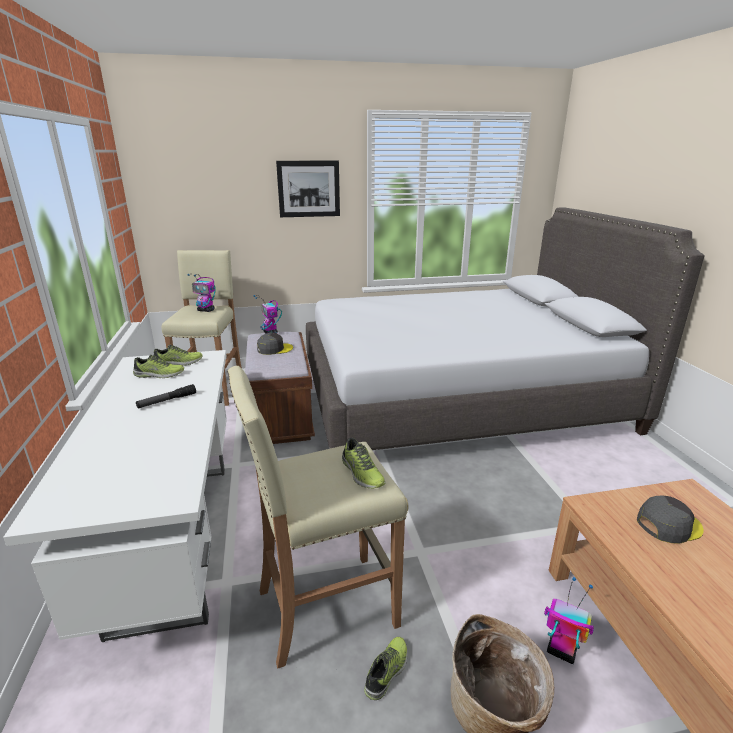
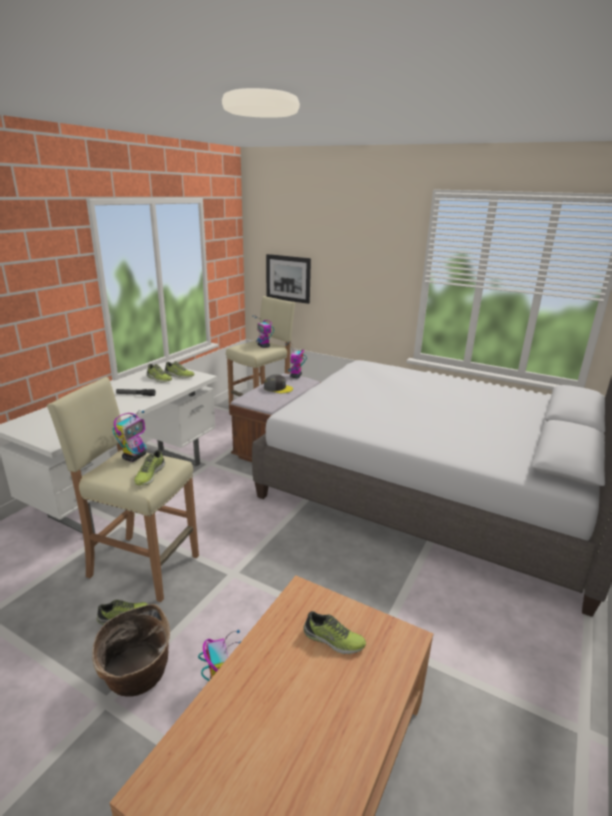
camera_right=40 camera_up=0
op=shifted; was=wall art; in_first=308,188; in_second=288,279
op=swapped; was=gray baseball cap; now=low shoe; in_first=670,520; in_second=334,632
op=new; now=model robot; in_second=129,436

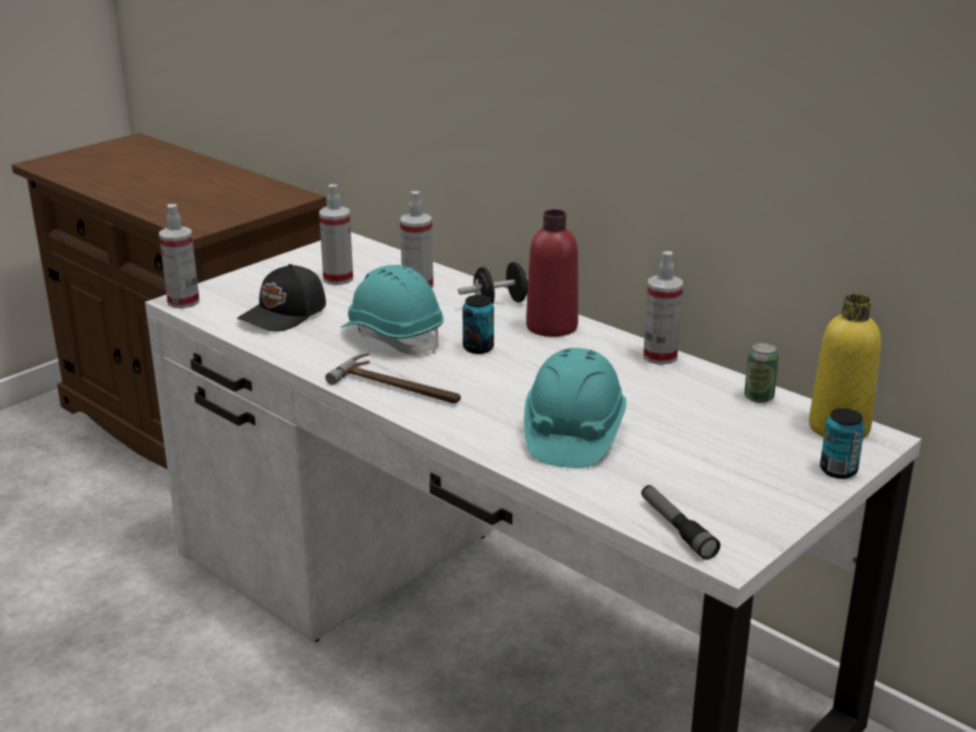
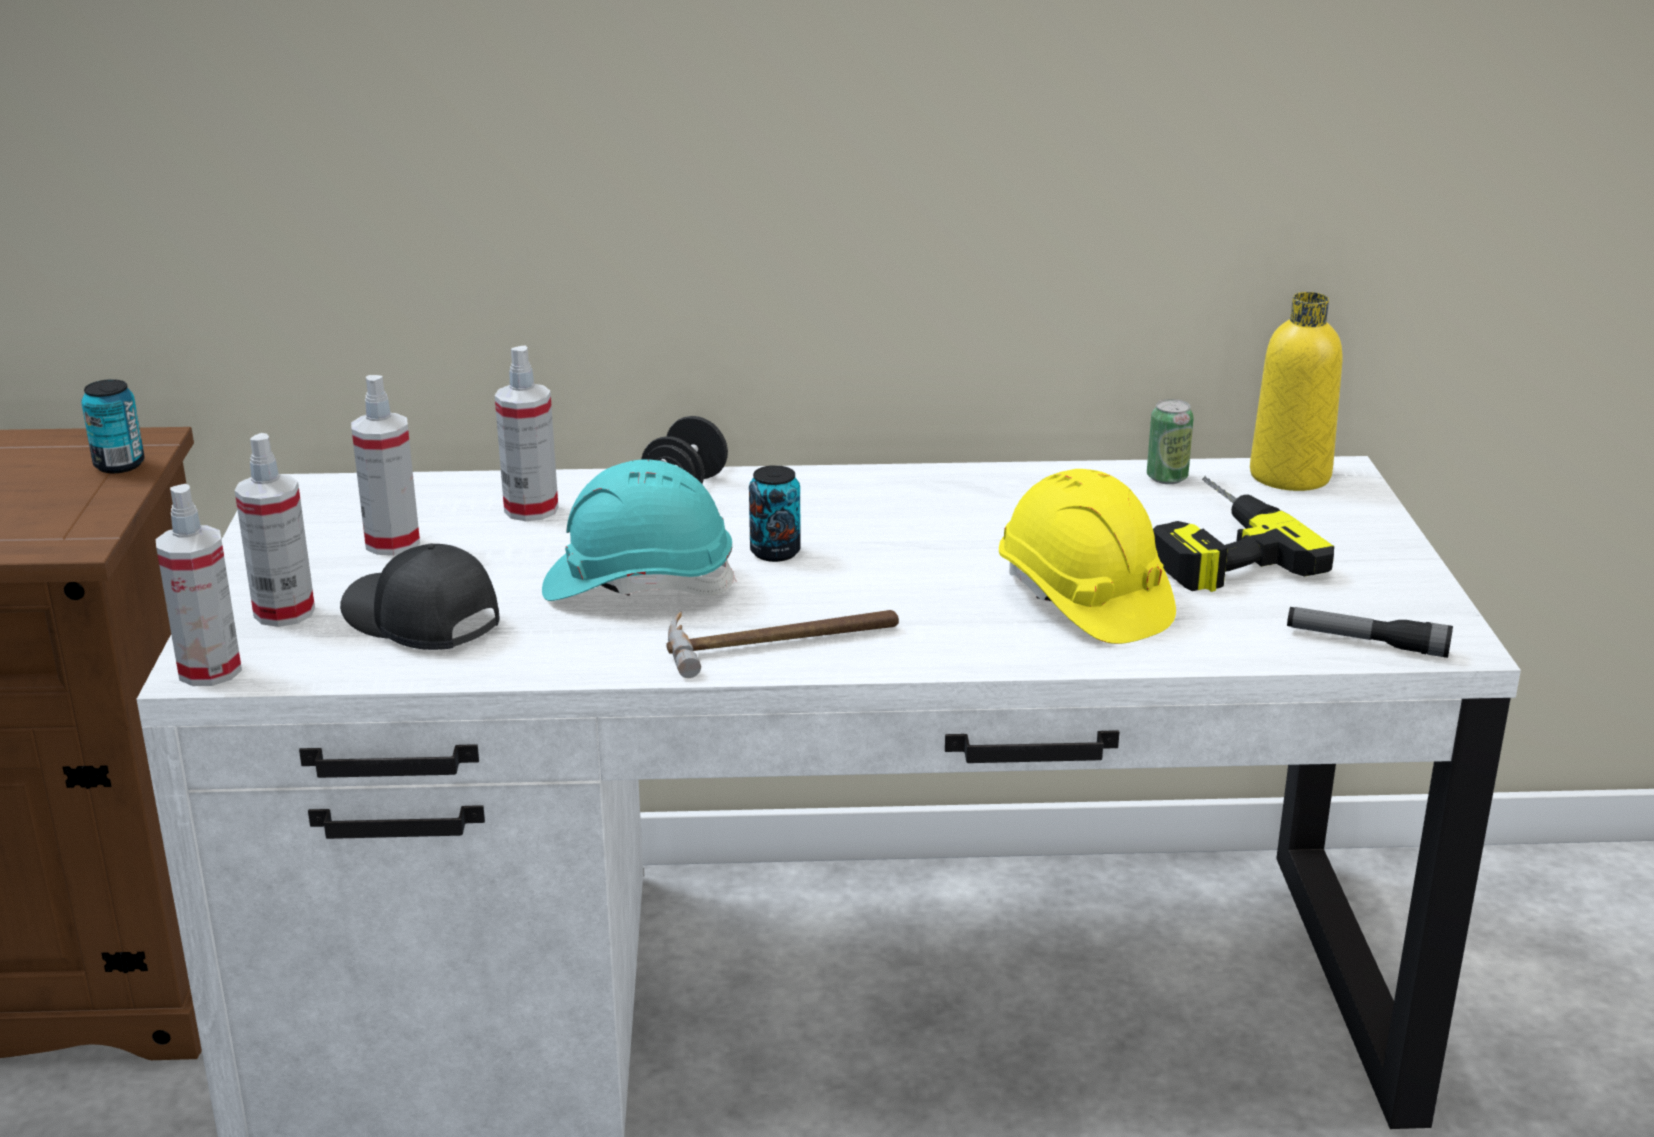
camera_right=-45 camera_up=0
op=gone; was=reddish beverage bottle; in_first=552,273
op=shifted; was=sprayer; in_first=663,308; in_second=275,530
op=rotated; was=blackish baseball cap; in_first=281,298; in_second=419,597; clockwise=135
op=repainted; was=blue-green hard hat; now=yellowish hard hat; in_first=575,408; in_second=1087,556
op=shifted; was=can; in_first=842,443; in_second=112,426
op=new; now=power drill; in_second=1243,534

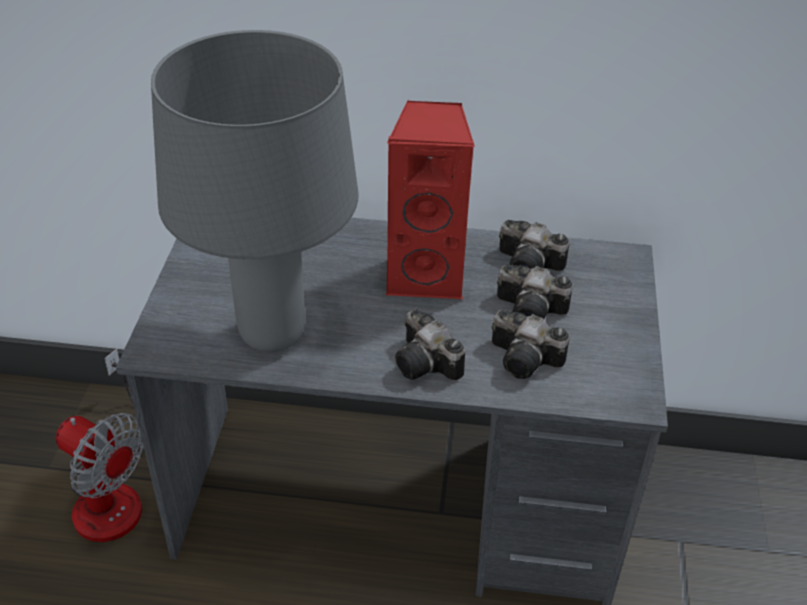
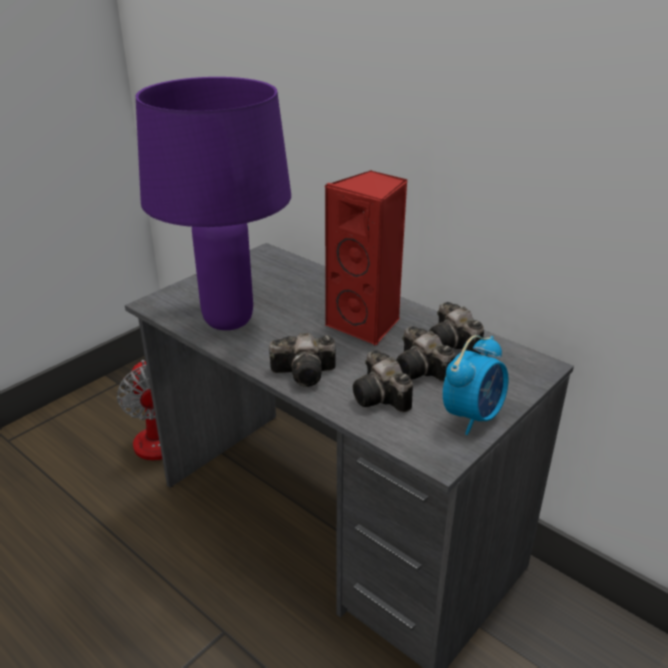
camera_right=35 camera_up=-10
op=repainted; was=gray table lamp; now=purple-coloured table lamp; in_first=255,191; in_second=213,203
op=rotated; was=still camera; in_first=430,345; in_second=302,360; clockwise=-90
op=new; now=alarm clock; in_second=475,385

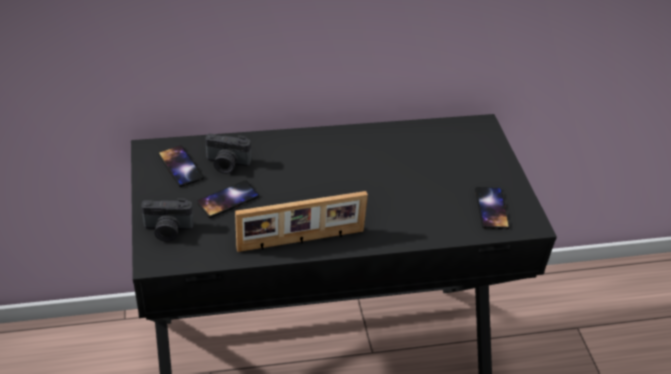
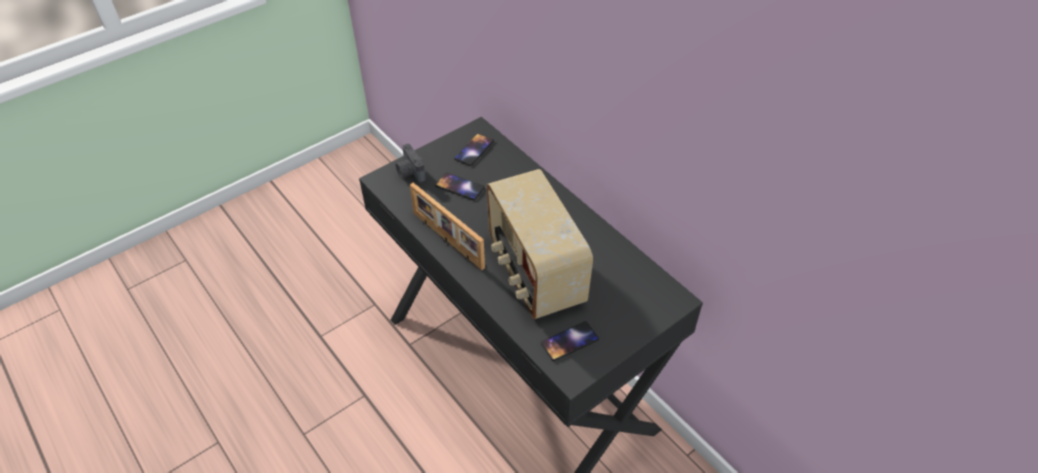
camera_right=65 camera_up=5
op=gone; was=still camera; in_first=228,153
op=new; now=radio; in_second=539,244

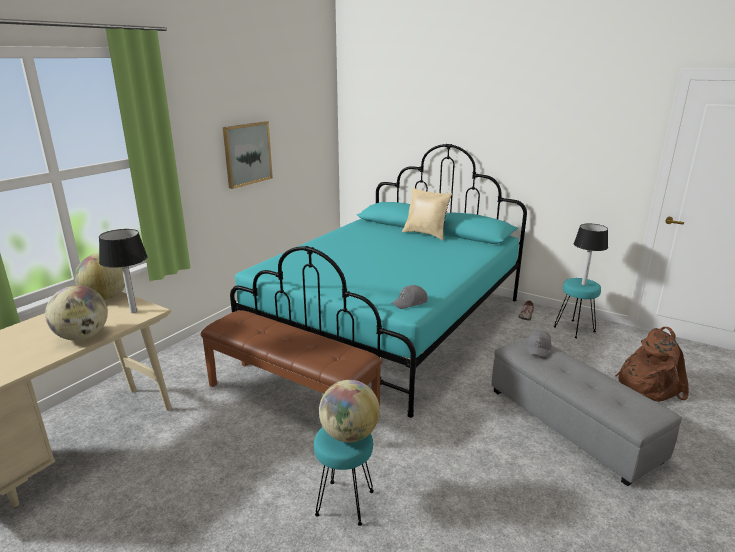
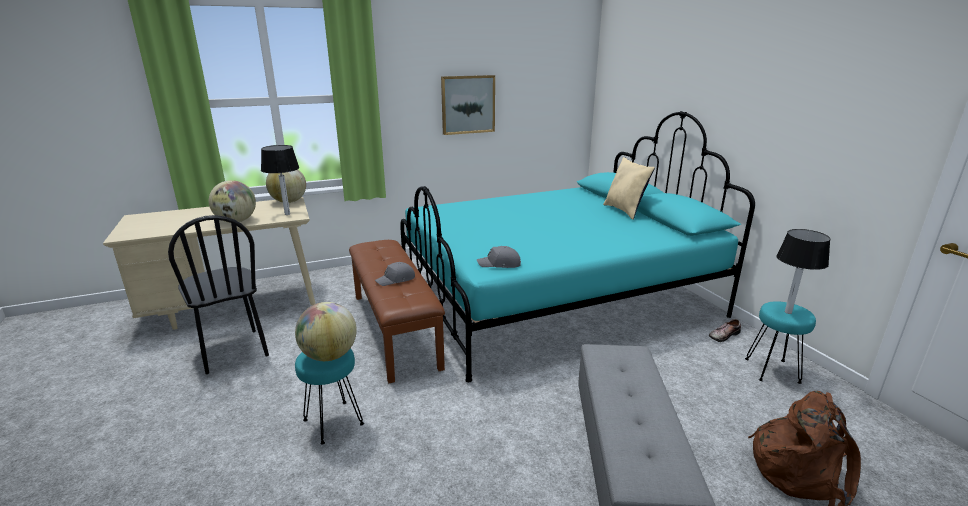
camera_right=35 camera_up=0
op=shifted; was=gray baseball cap; in_first=538,343; in_second=395,274
op=new; now=blackish upright chair; in_second=218,294

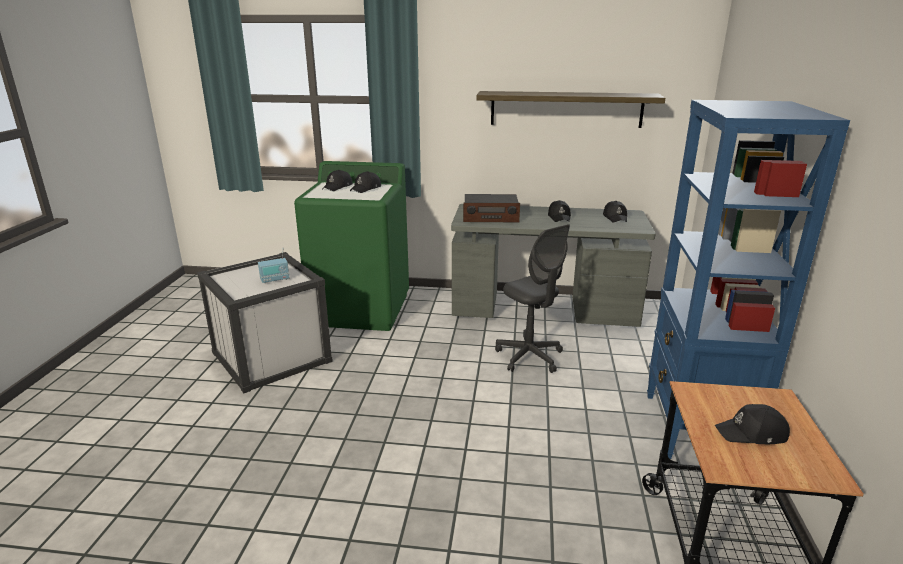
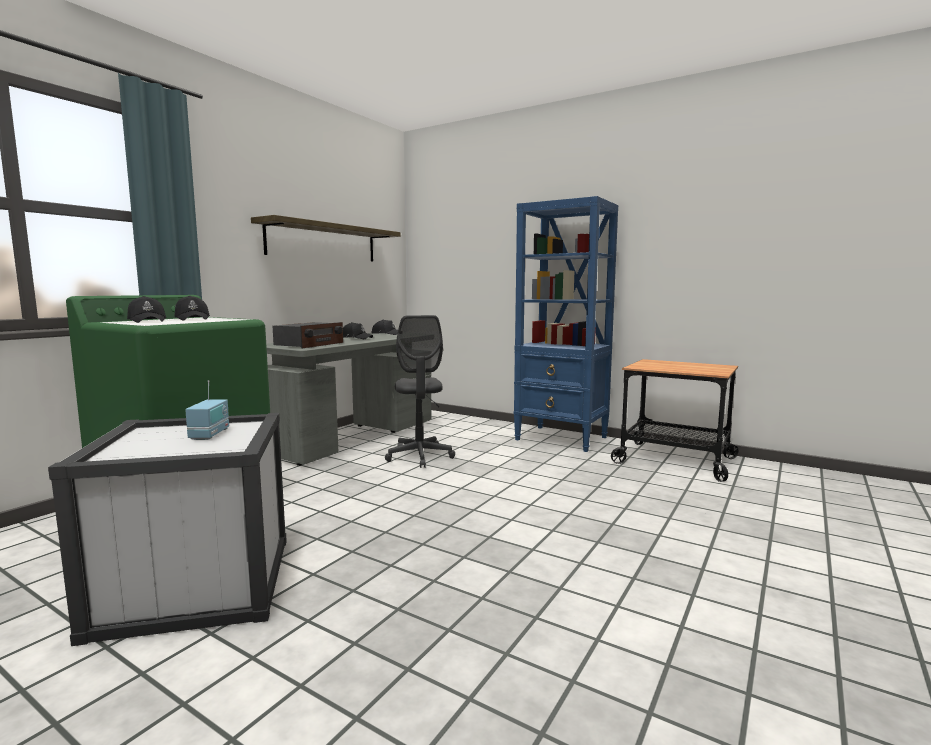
camera_right=-65 camera_up=-15
op=rotated; was=gray office chair; in_first=532,298; in_second=420,391; clockwise=90
op=gone; was=blackish baseball cap; in_first=752,424

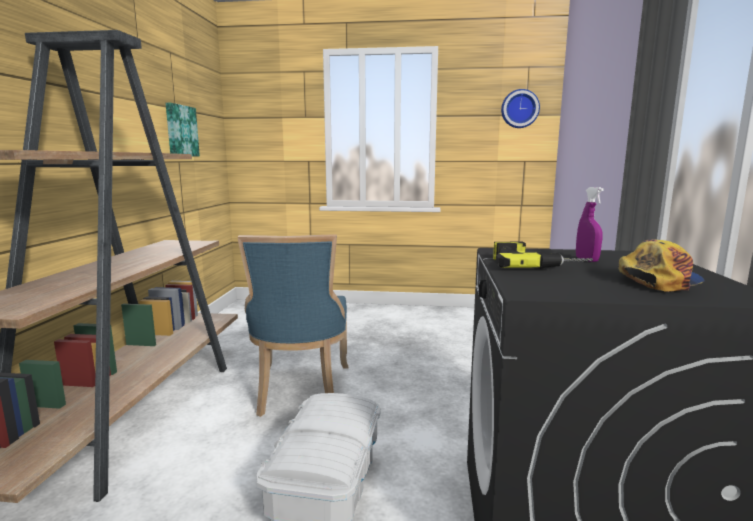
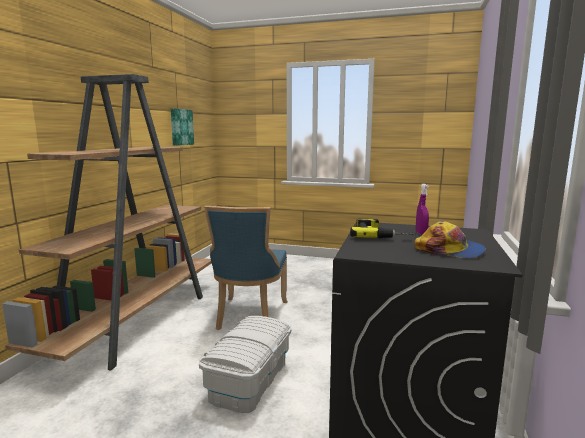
camera_right=10 camera_up=0
op=gone; was=clock on the wall; in_first=520,108
op=rotated; was=baseball cap; in_first=661,265; in_second=450,240; clockwise=60

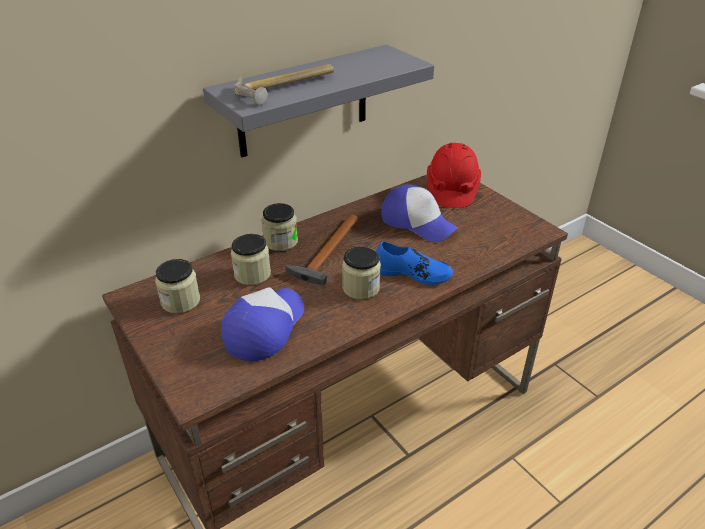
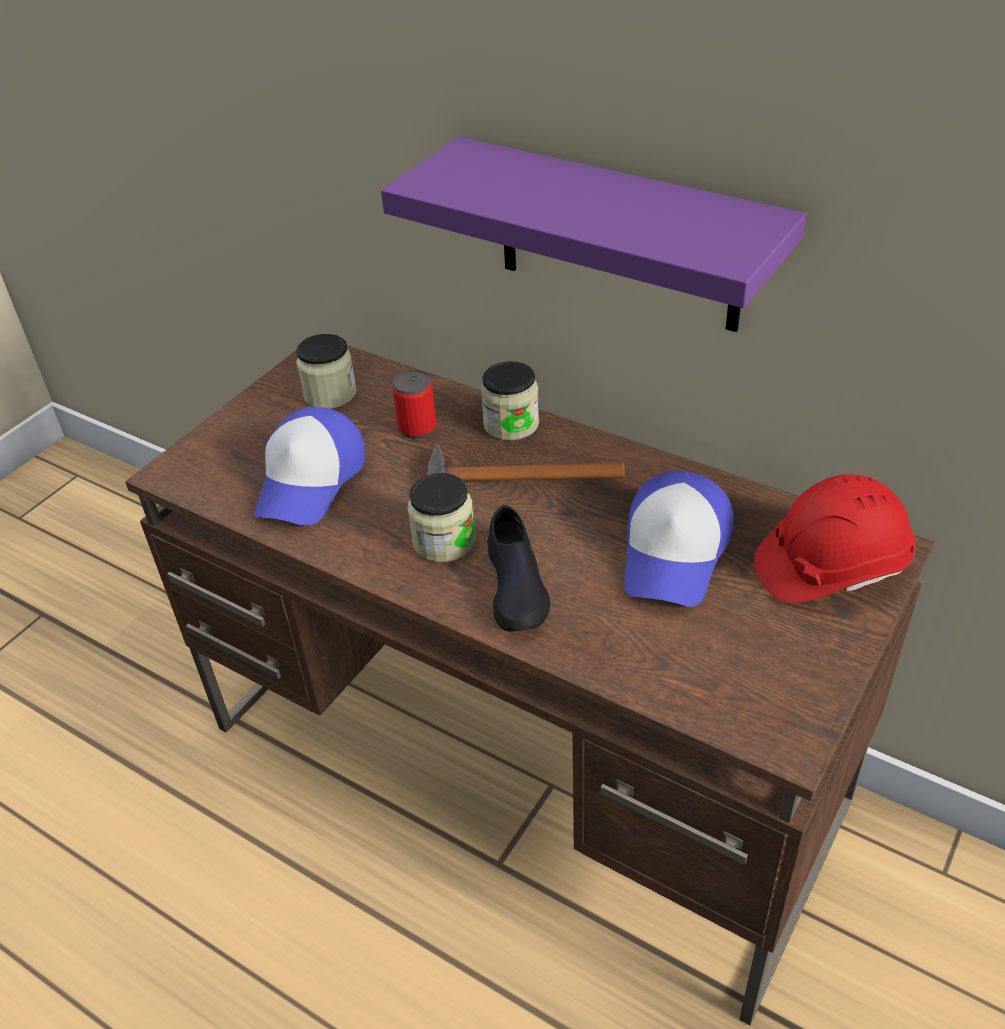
camera_right=70 camera_up=5
op=repainted; was=gray shelf; now=purple-coloured shelf; in_first=318,101; in_second=594,234
op=gone; was=tool hammer; in_first=284,84
op=swapped; was=jar; now=can; in_first=251,259; in_second=414,404
op=repainted; was=bluish low shoe; now=blackish low shoe; in_first=415,263; in_second=519,568
op=rotated; was=baseball cap; in_first=262,324; in_second=309,466; clockwise=105

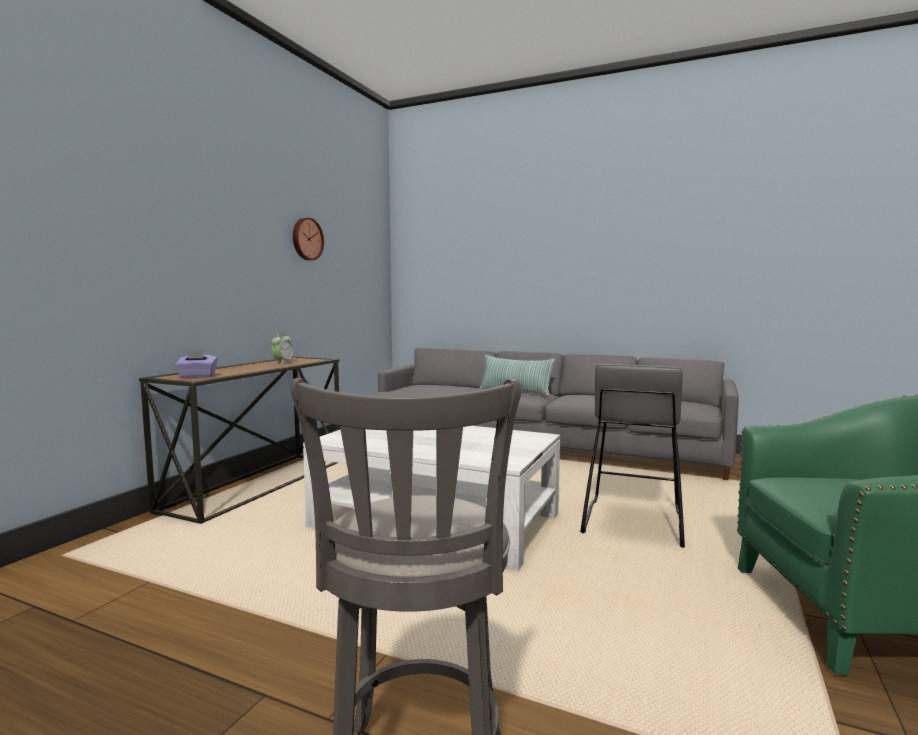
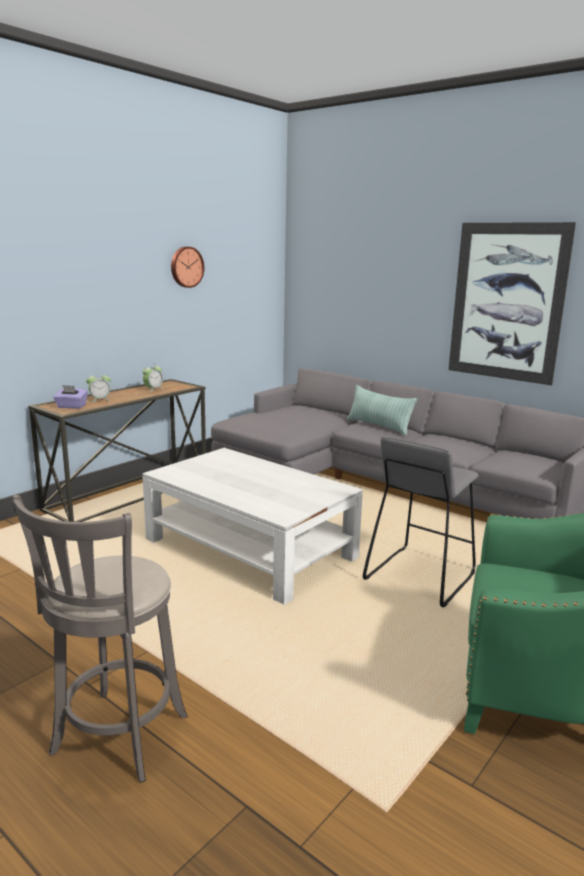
camera_right=15 camera_up=10
op=new; now=wall art; in_second=512,303
op=new; now=alarm clock; in_second=98,386

